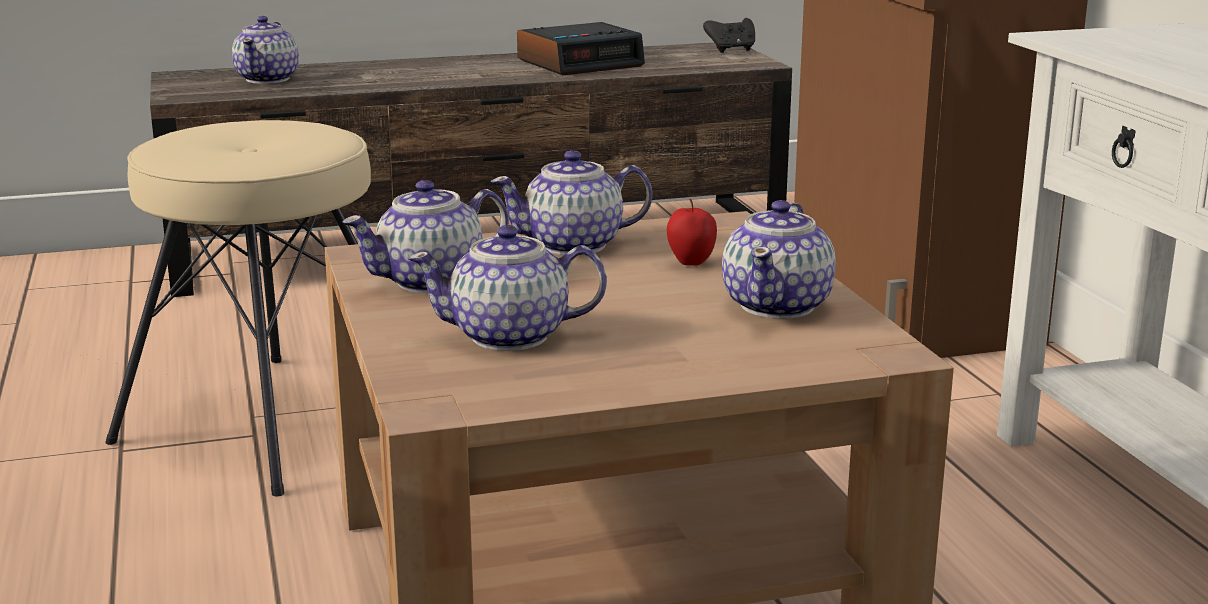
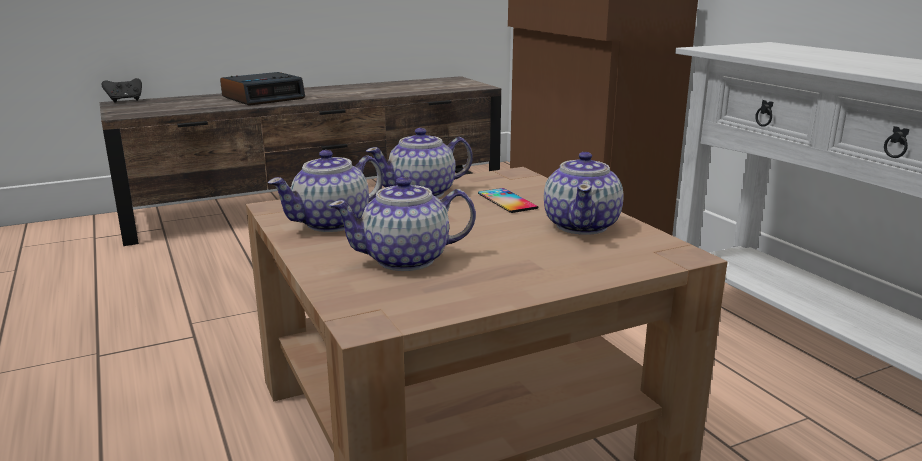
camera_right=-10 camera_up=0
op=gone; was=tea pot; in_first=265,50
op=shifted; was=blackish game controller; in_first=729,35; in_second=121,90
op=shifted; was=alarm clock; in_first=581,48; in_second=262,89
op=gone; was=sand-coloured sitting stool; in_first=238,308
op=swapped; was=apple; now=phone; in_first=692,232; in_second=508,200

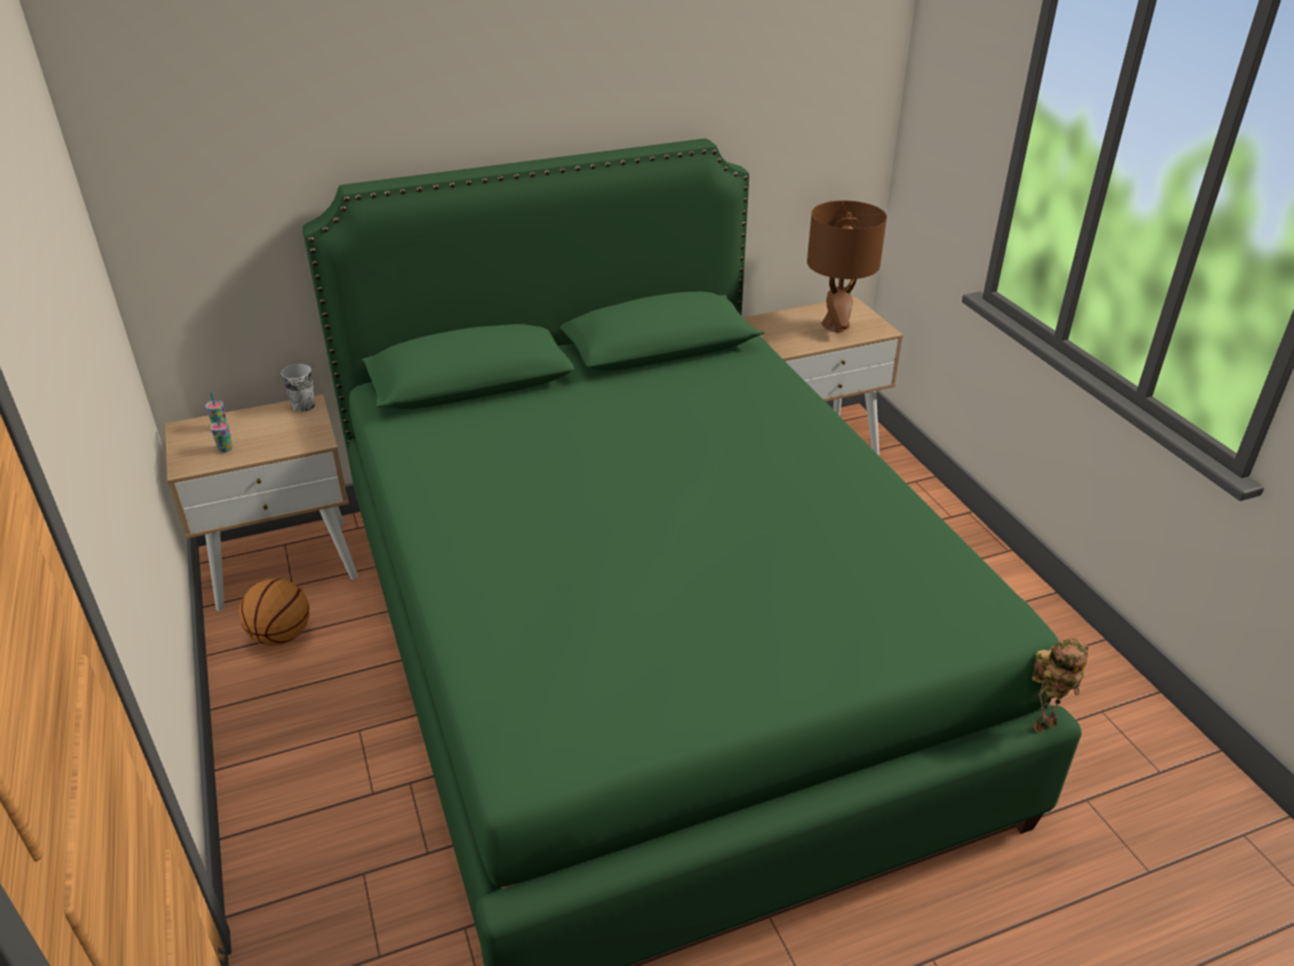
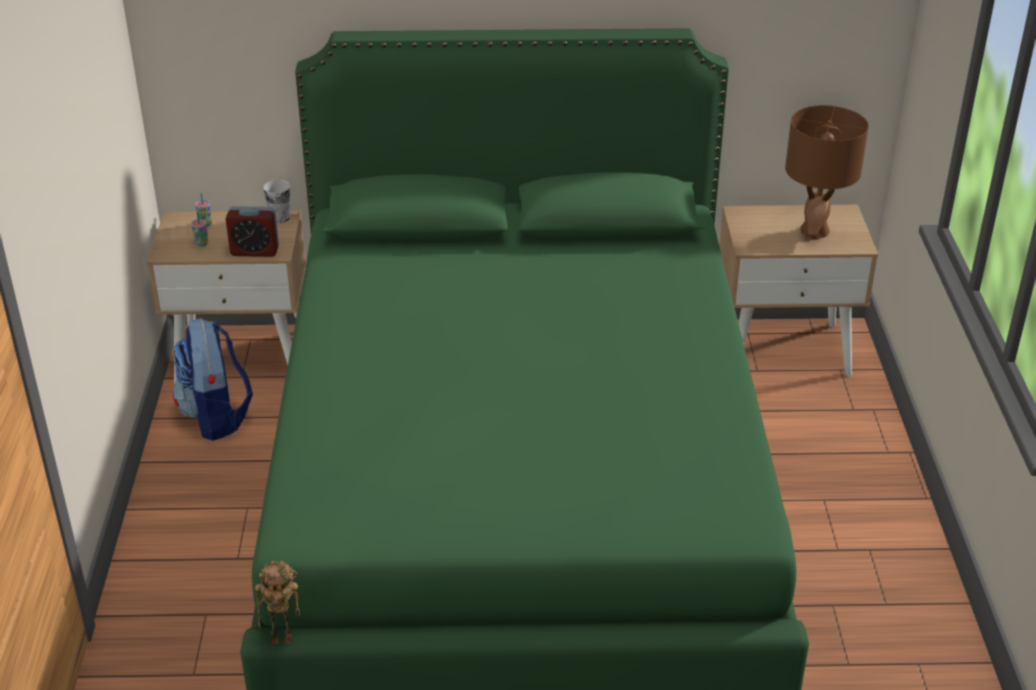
camera_right=20 camera_up=0
op=swapped; was=basketball ball; now=rucksack; in_first=274,612; in_second=213,379
op=shifted; was=model robot; in_first=1060,685; in_second=277,602
op=new; now=alarm clock; in_second=252,231

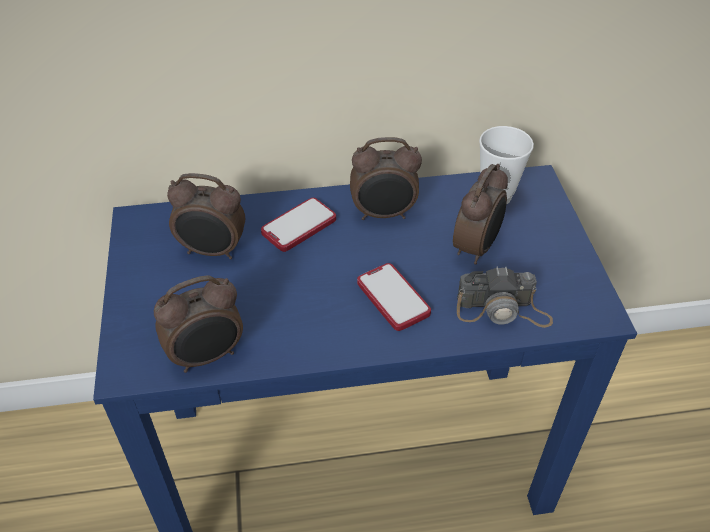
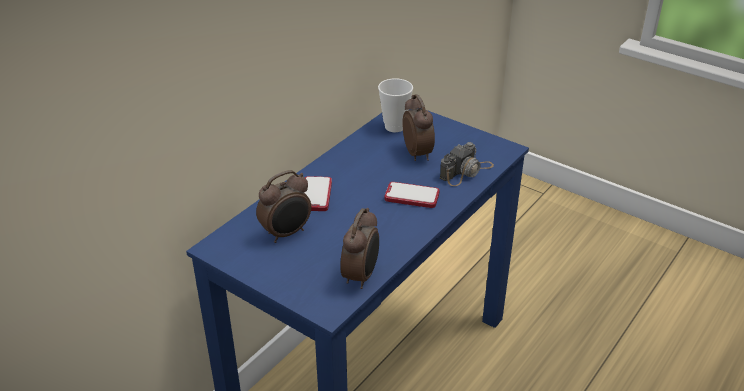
camera_right=-45 camera_up=-10
op=gone; was=alarm clock; in_first=386,178

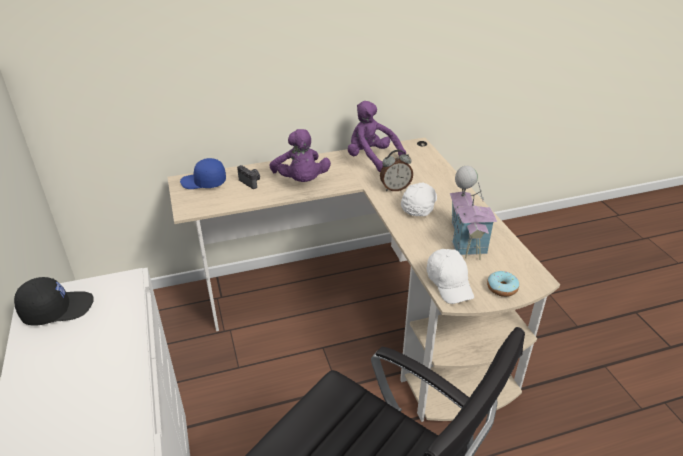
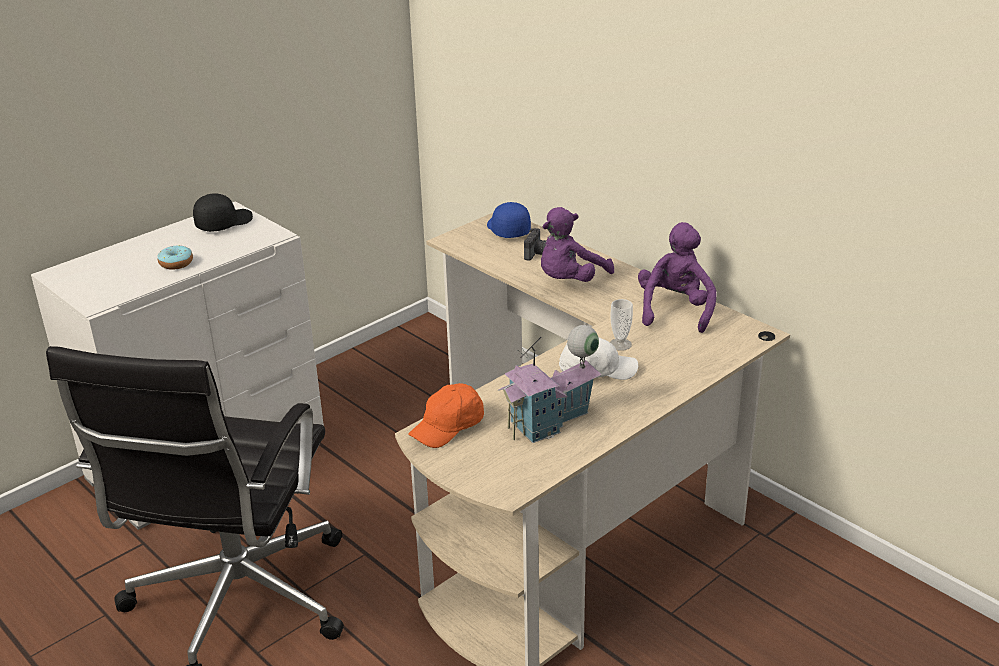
camera_right=65 camera_up=-5
op=swapped; was=alarm clock; now=drinking cup; in_first=396,170; in_second=621,325
op=repainted; was=white baseball cap; now=orange baseball cap; in_first=450,276; in_second=446,415
op=shifted; was=donut; in_first=503,284; in_second=175,257
op=rotated; was=blackish baseball cap; in_first=54,301; in_second=223,212; clockwise=-90

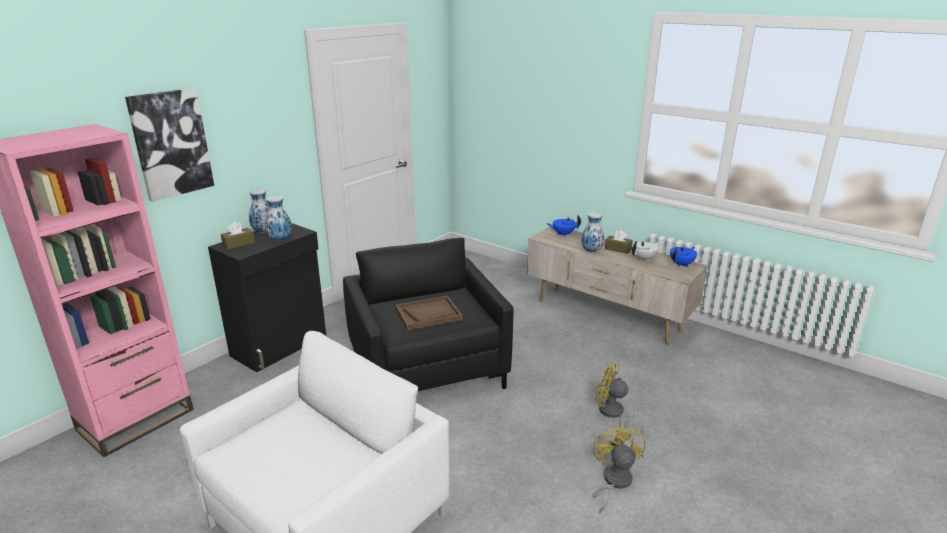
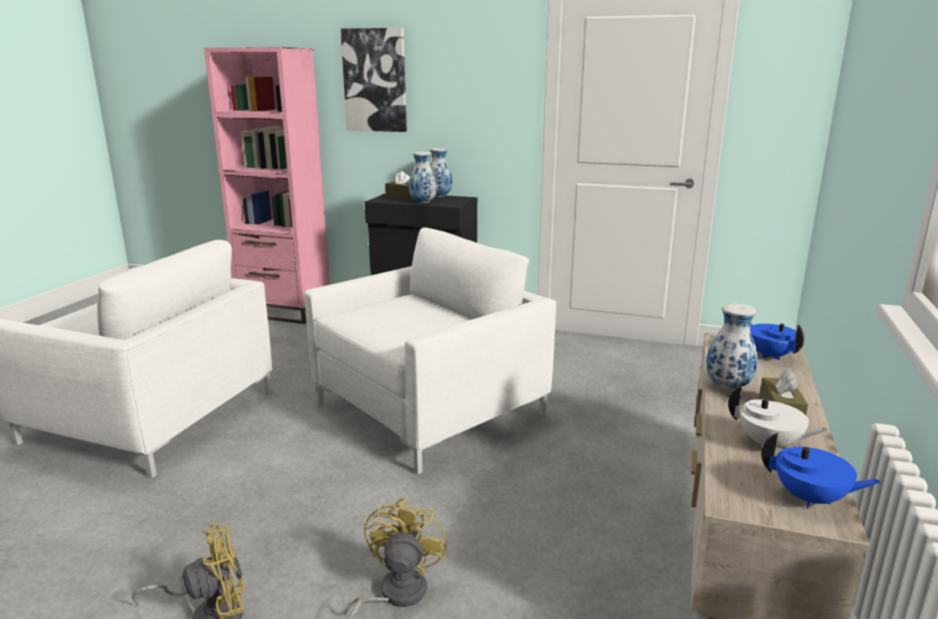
camera_right=70 camera_up=-5
op=repainted; was=blackish lounge chair; now=white lounge chair; in_first=428,314; in_second=430,351
op=gone; was=brownish serving tray; in_first=428,313

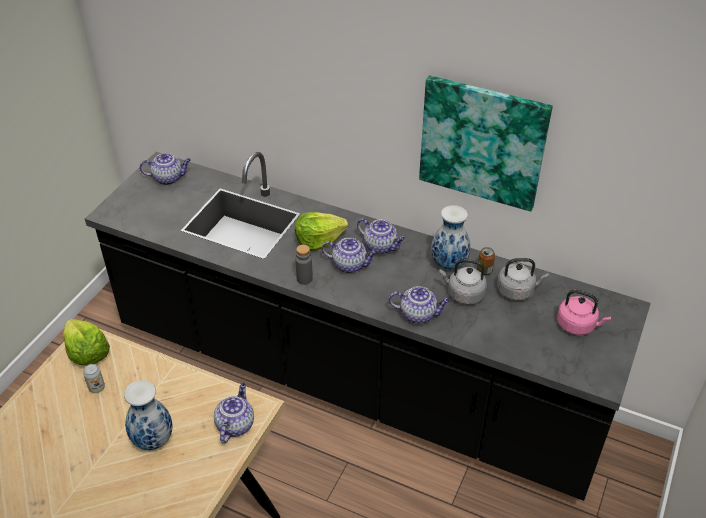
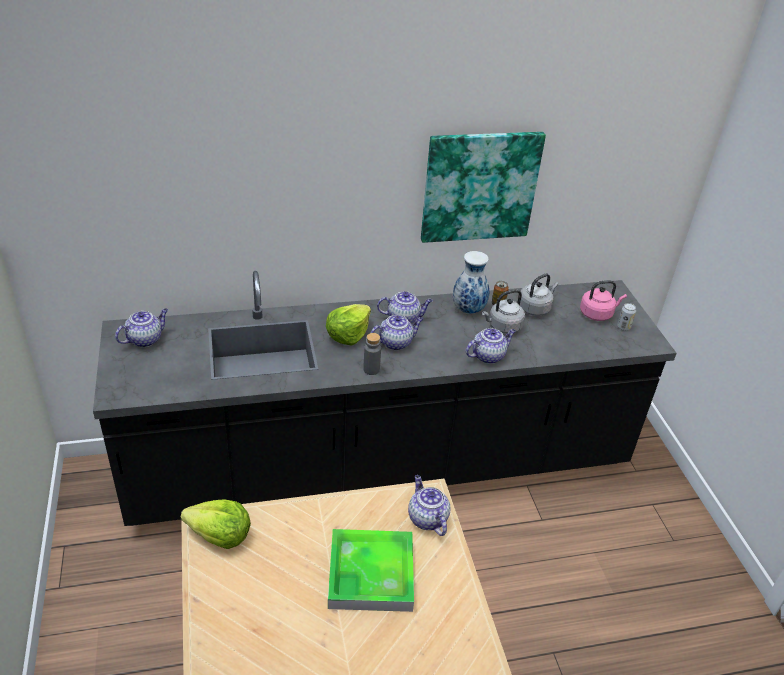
camera_right=-40 camera_up=-5
op=shifted; was=can; in_first=94,378; in_second=626,316
op=swapped; was=decorative vase; now=serving tray; in_first=148,415; in_second=371,570

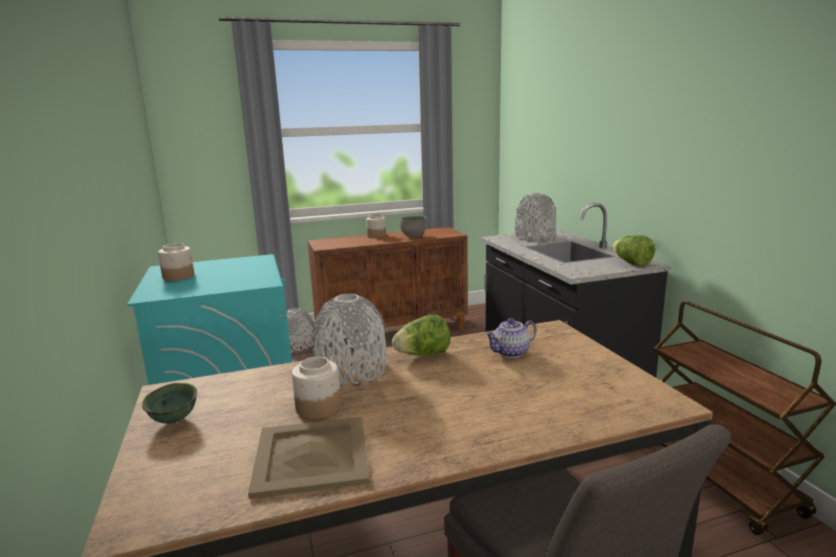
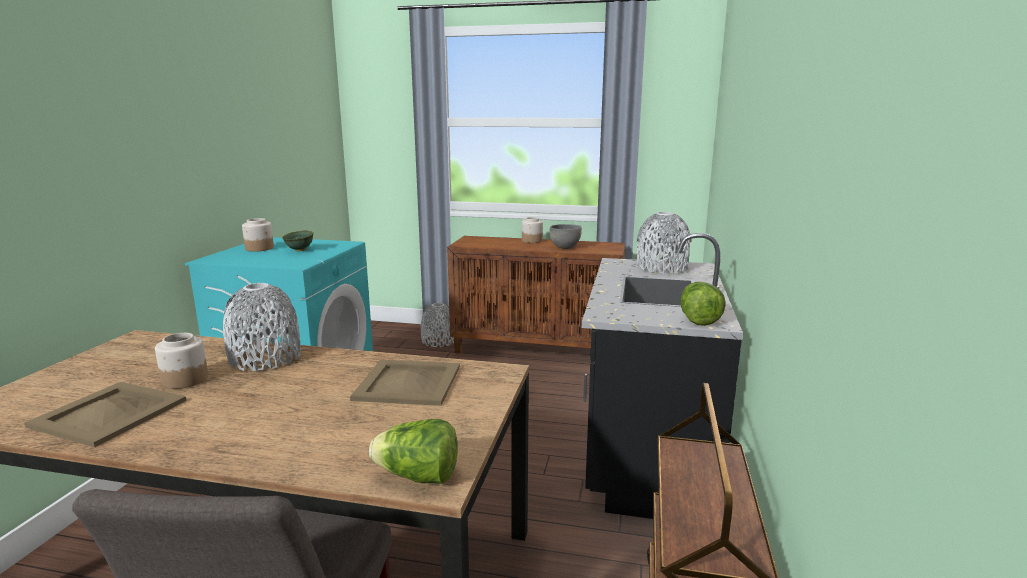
camera_right=30 camera_up=0
op=shifted; was=head of lettuce; in_first=421,335; in_second=413,451
op=swapped; was=tea pot; now=sand-coloured serving tray; in_first=511,338; in_second=405,383
op=shifted; was=green serving bowl; in_first=169,403; in_second=297,241

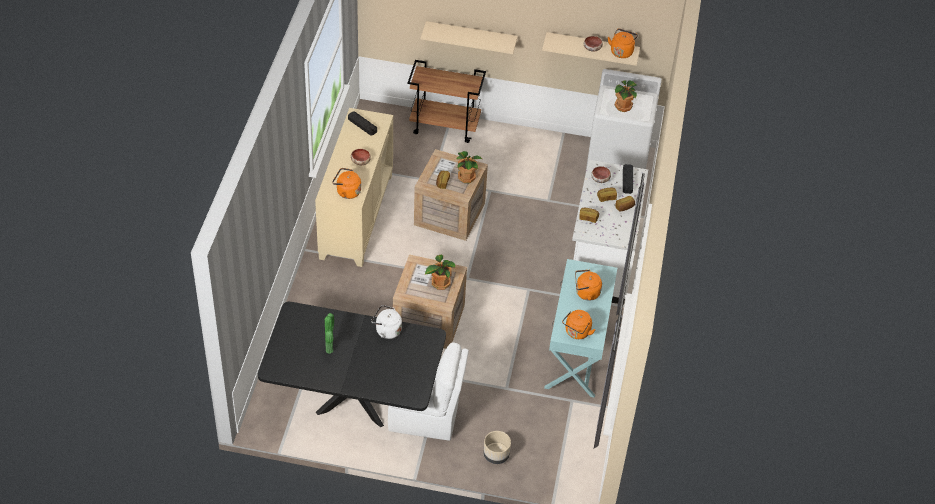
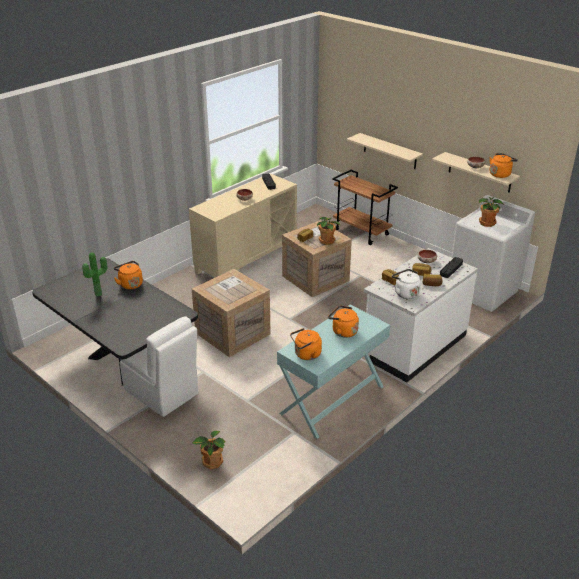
camera_right=35 camera_up=-15
op=shifted; was=orange water kettle; in_first=346,183; in_second=128,275
op=shifted; was=houseplant; in_first=440,272; in_second=209,450
op=shifted; was=white water kettle; in_first=386,322; in_second=406,284
op=gone; was=sand-coloured plant pot; in_first=497,447

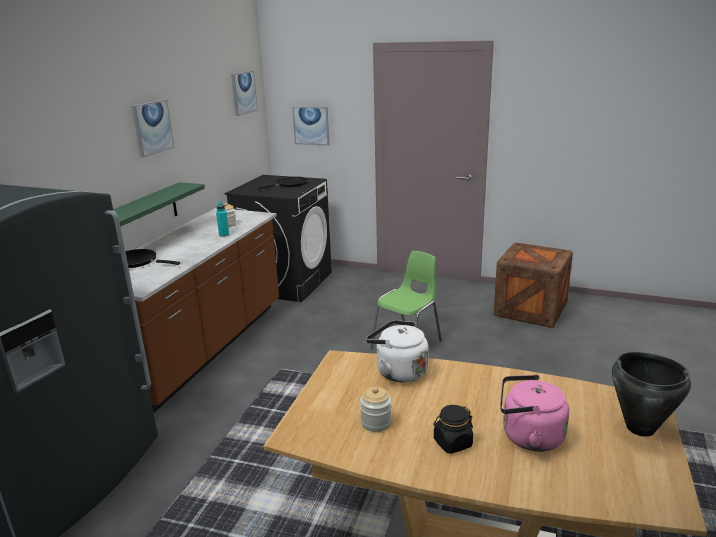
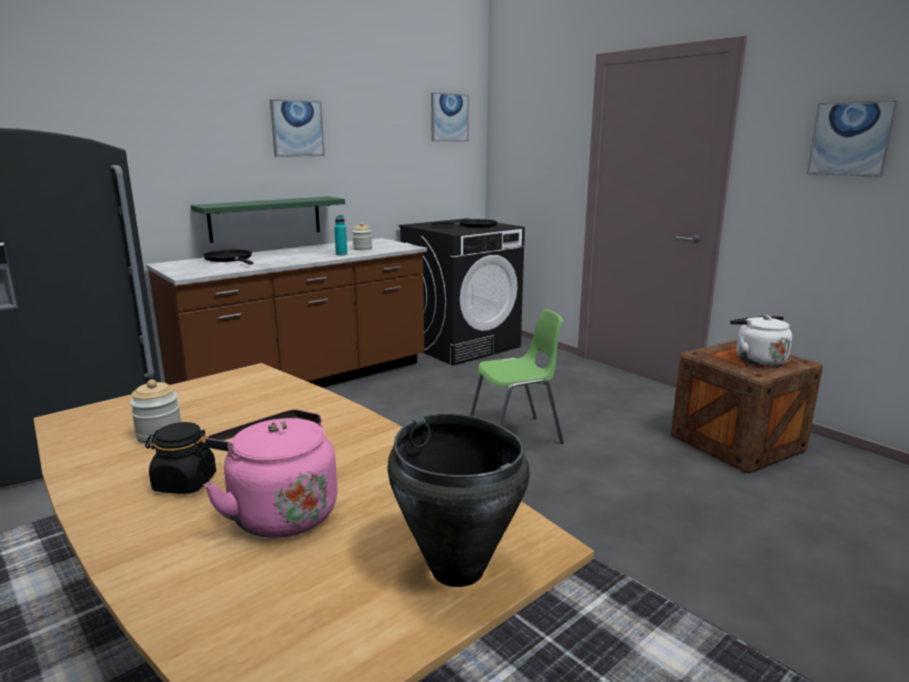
camera_right=30 camera_up=-5
op=shifted; was=wall art; in_first=310,126; in_second=853,138
op=shifted; was=white water kettle; in_first=397,351; in_second=761,341

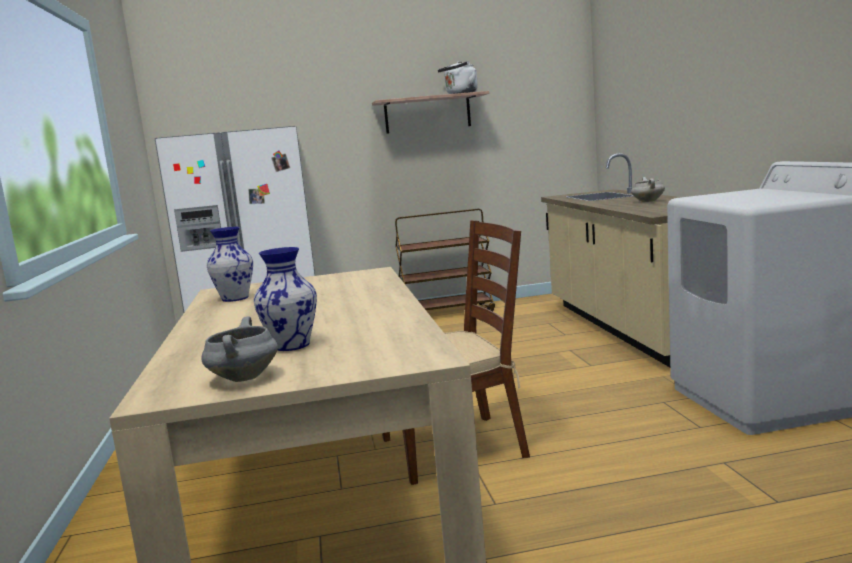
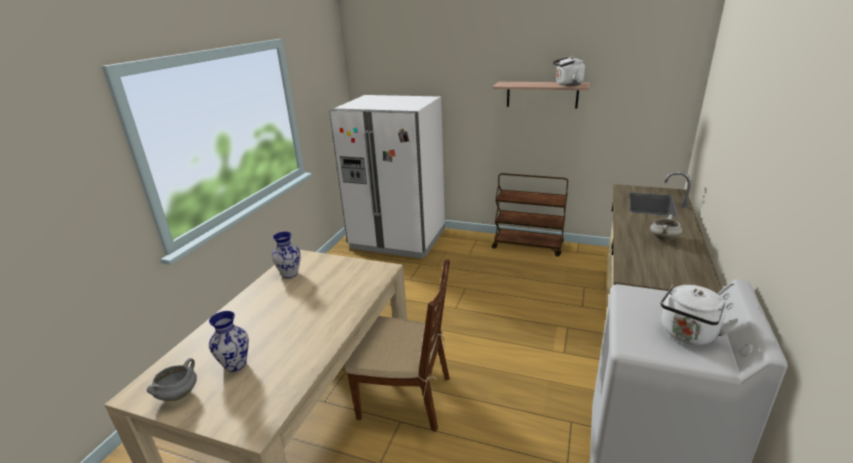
camera_right=30 camera_up=15
op=new; now=white water kettle; in_second=700,315

